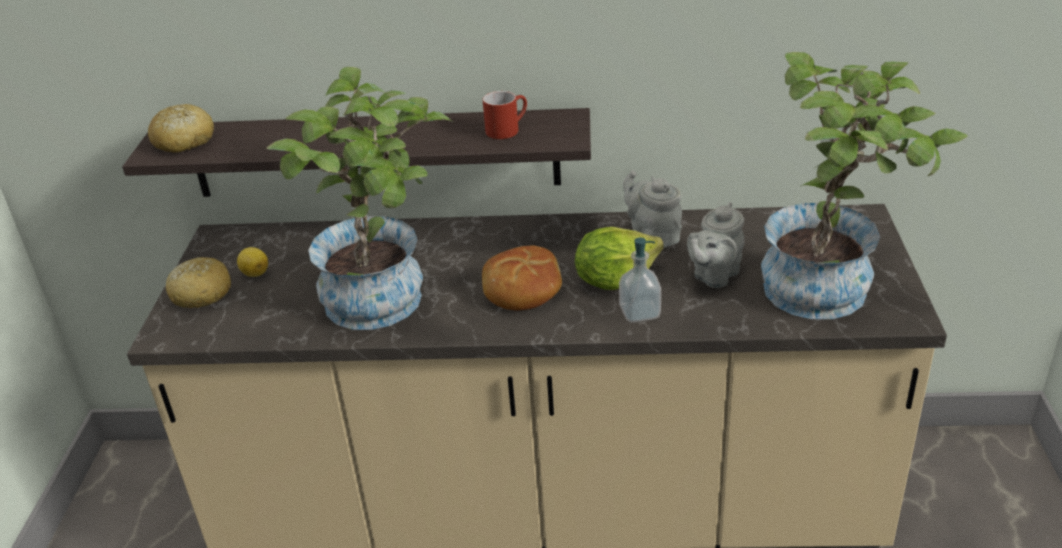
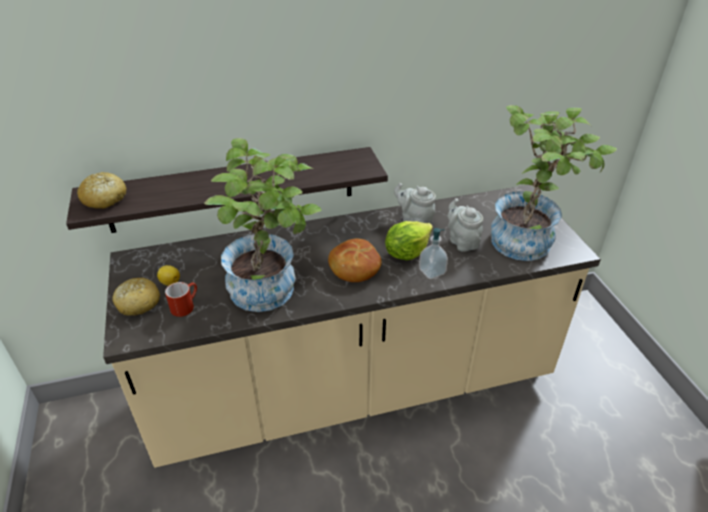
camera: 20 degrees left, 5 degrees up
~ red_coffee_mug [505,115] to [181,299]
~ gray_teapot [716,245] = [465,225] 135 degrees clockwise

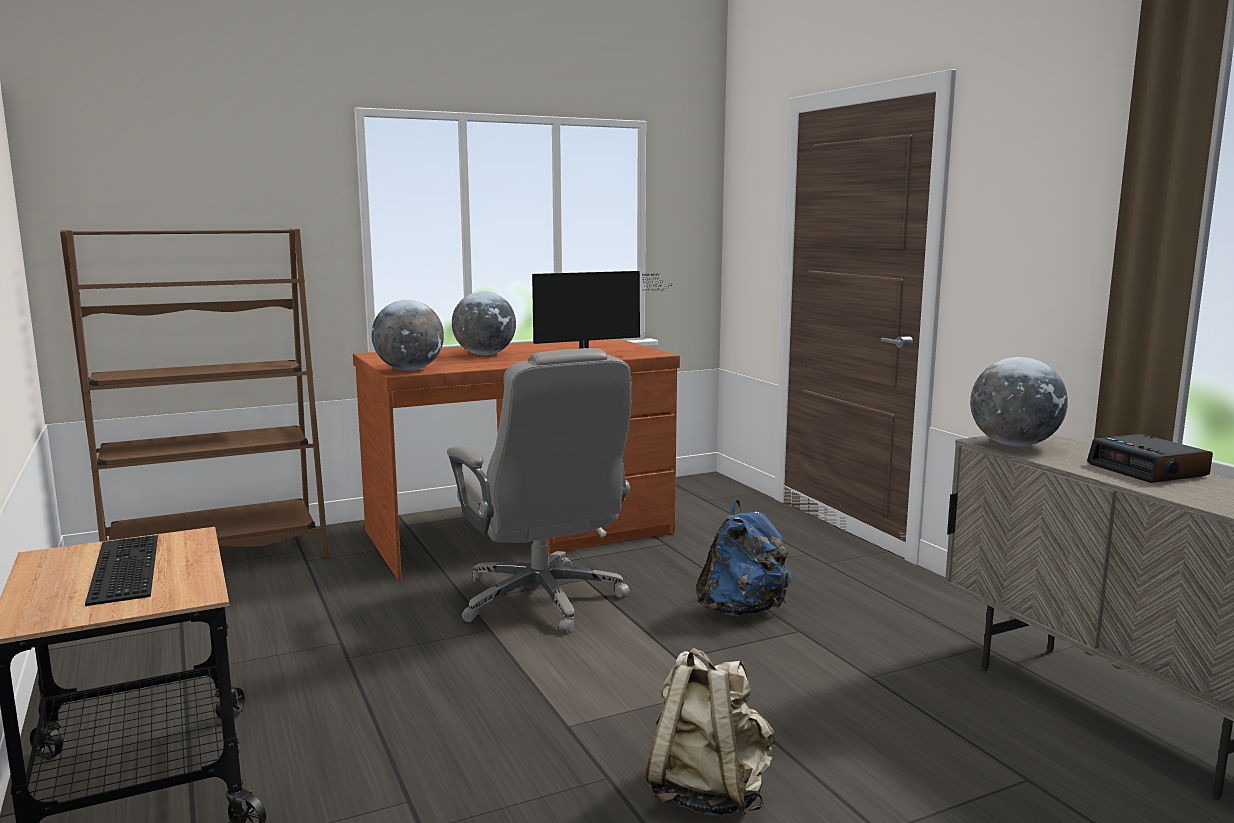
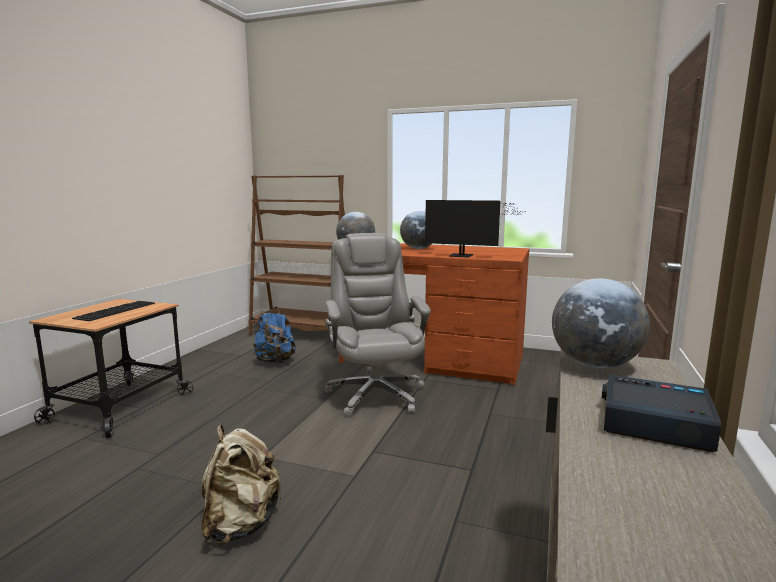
camera: 45 degrees right, 0 degrees up
~ gray_desk_chair [539,490] = [377,325] 150 degrees clockwise
~ bluish_rucksack [744,558] to [274,335]
~ bedside_clock [1150,458] = [661,413] 90 degrees clockwise

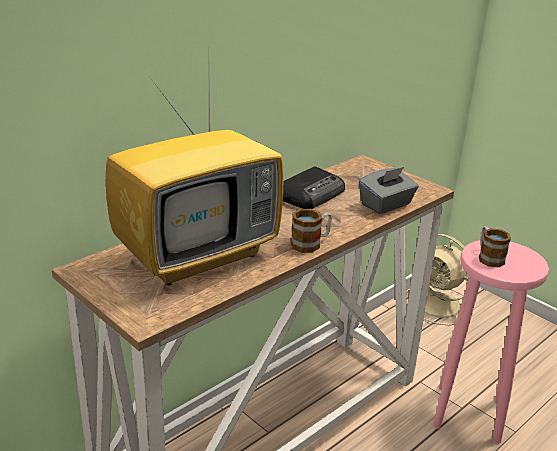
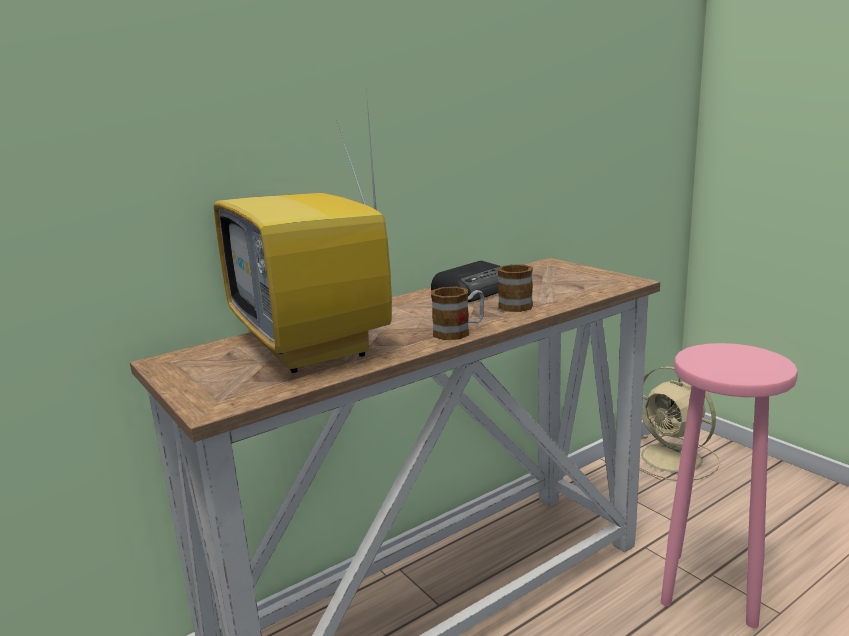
camera: 10 degrees right, 10 degrees down
~ television [194,183] = [303,231] 90 degrees clockwise
- gray_tissue_holder [389,190]
~ coffee_mug [495,247] to [515,288]

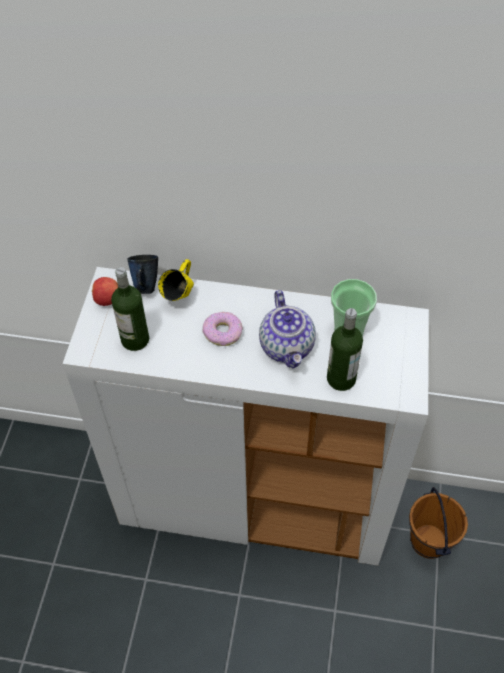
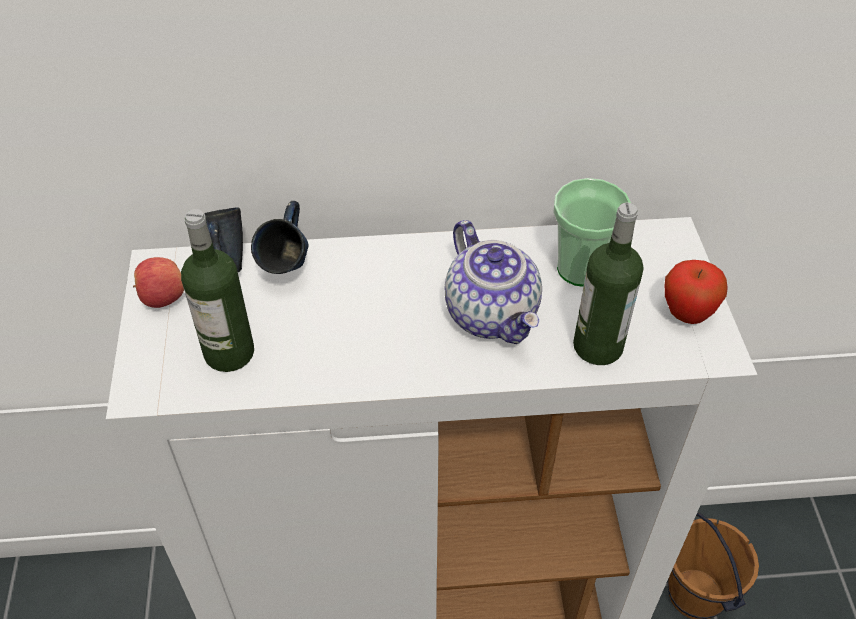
camera: 15 degrees left, 5 degrees down
~ yellow_coffee_mug [176,280] to bluish_coffee_mug [279,237]
- doughnut [223,329]
+ apple_fruit [696,292]

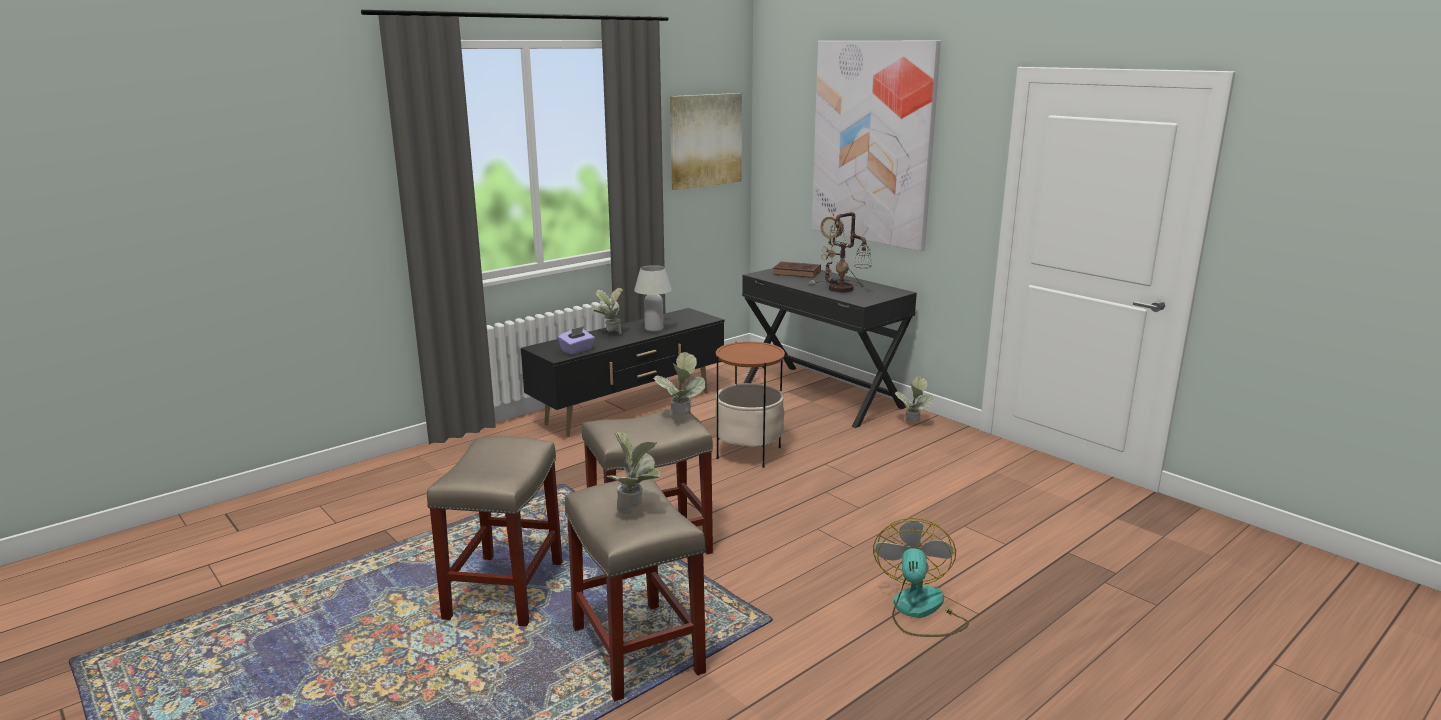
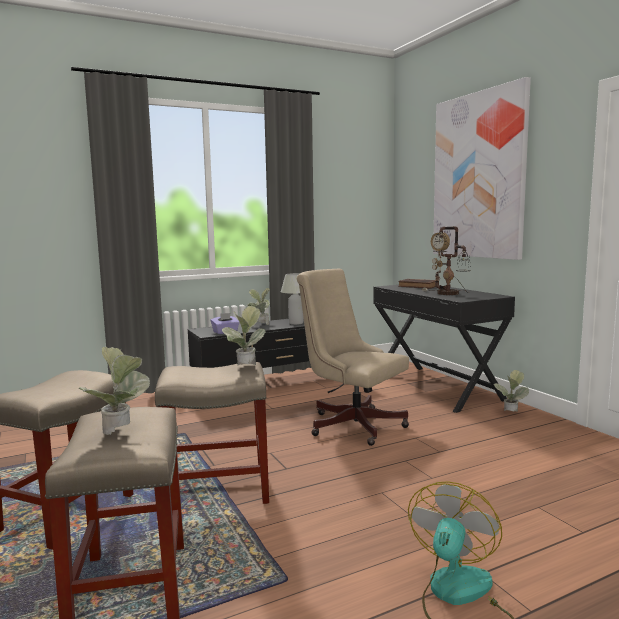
camera: 15 degrees right, 10 degrees down
- wall_picture [706,141]
~ side_table [750,405] to beige_desk_chair [353,357]

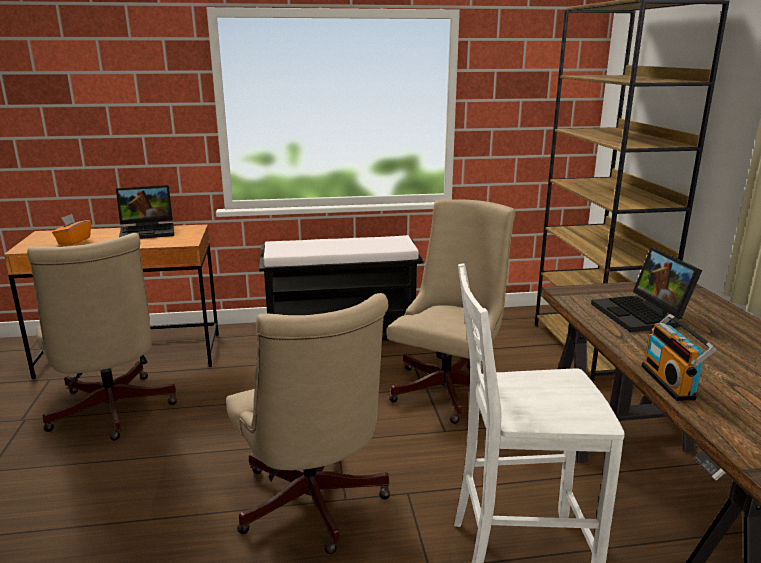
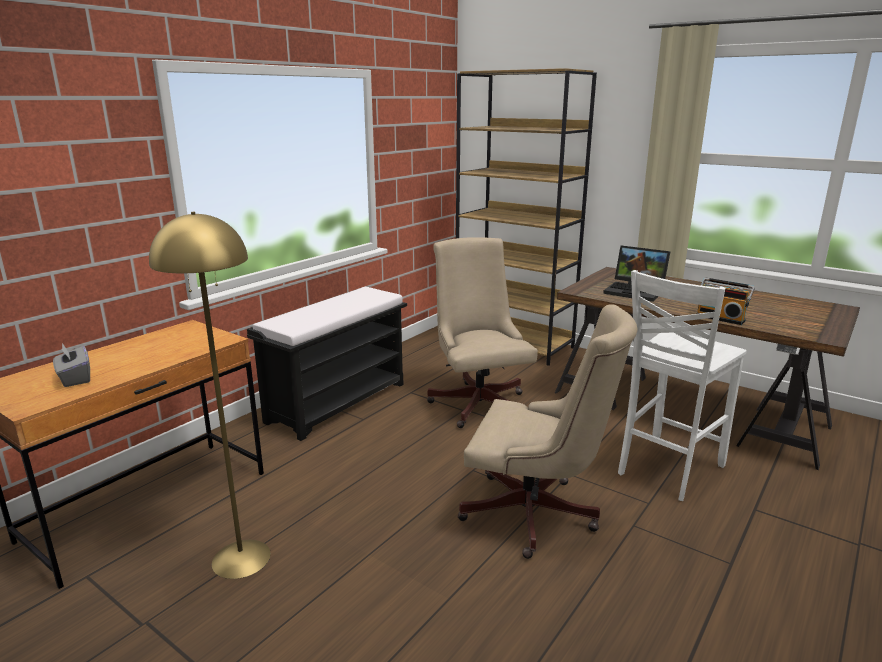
camera: 45 degrees left, 0 degrees up
~ beige_desk_chair [102,336] to yellow_floor_lamp [210,395]
~ orangey_tissue_holder [71,229] to gray_tissue_holder [71,365]
- notebook_computer [145,212]

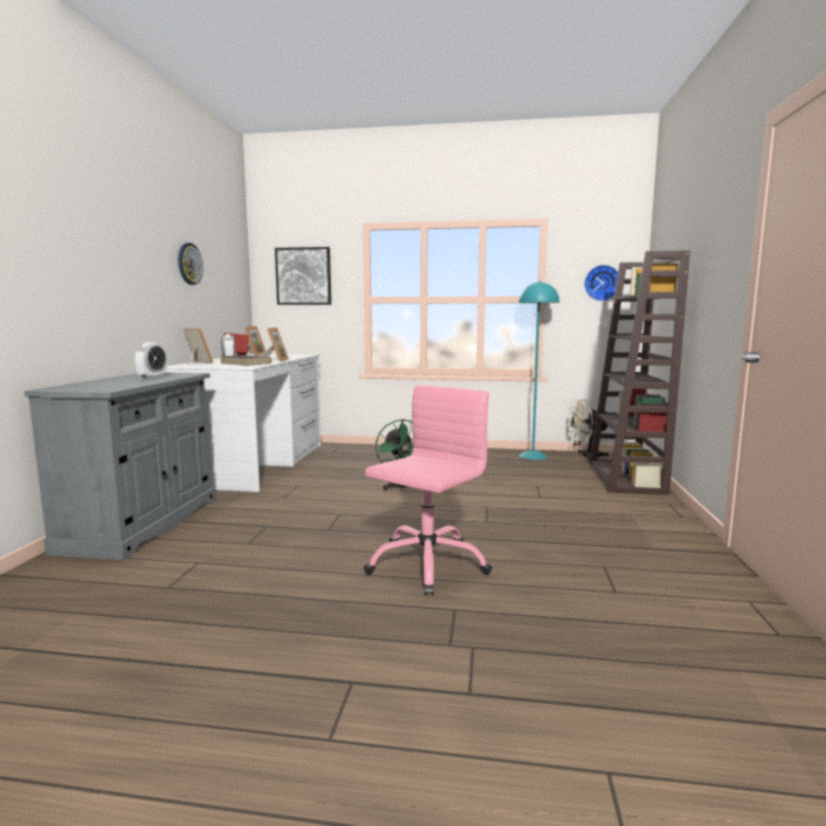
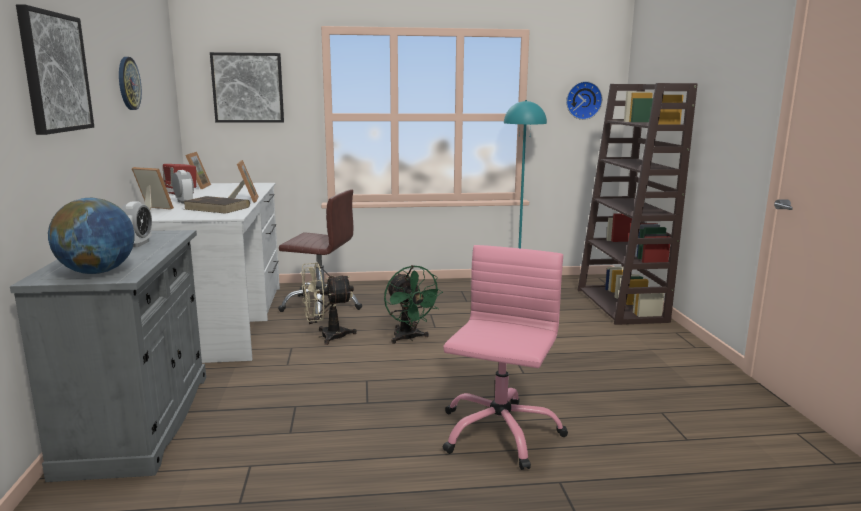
camera: 15 degrees left, 5 degrees up
~ beige_cooling_fan [588,429] to [329,303]
+ wall_picture [55,69]
+ globe [91,236]
+ brown-coloured_desk_chair [320,254]

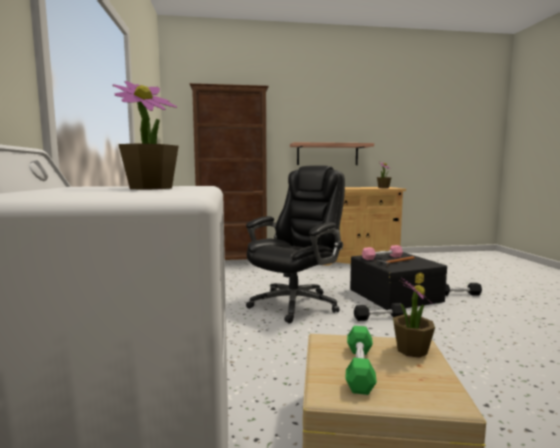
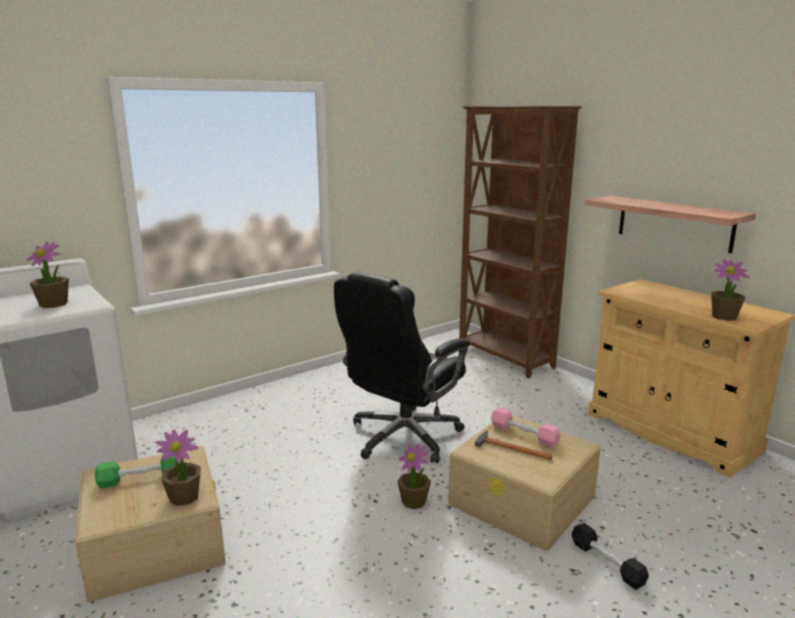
camera: 60 degrees right, 10 degrees up
~ black_desk_chair [295,244] = [402,368] 120 degrees clockwise
~ black_storage_bin [398,281] to beige_storage_bin [524,483]
~ black_free_weight [380,312] to plant_in_a_pot [414,476]

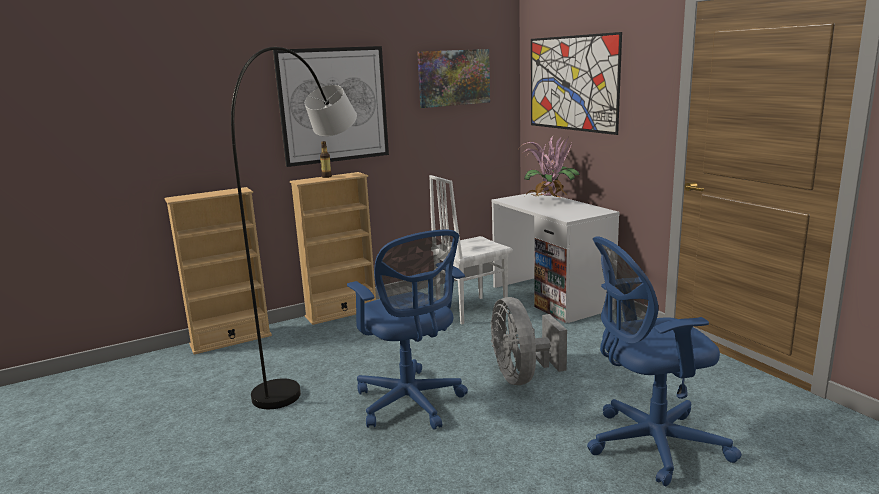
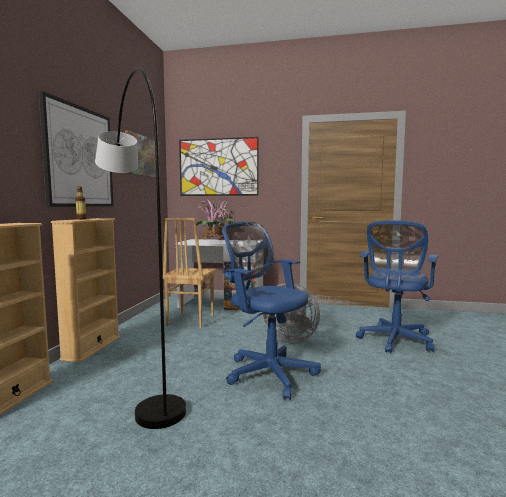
camera: 50 degrees left, 10 degrees down
~ bluish_desk_chair [407,330] = [271,311] 150 degrees counterclockwise
~ whitish_upright_chair [471,250] to brown-coloured_upright_chair [189,273]

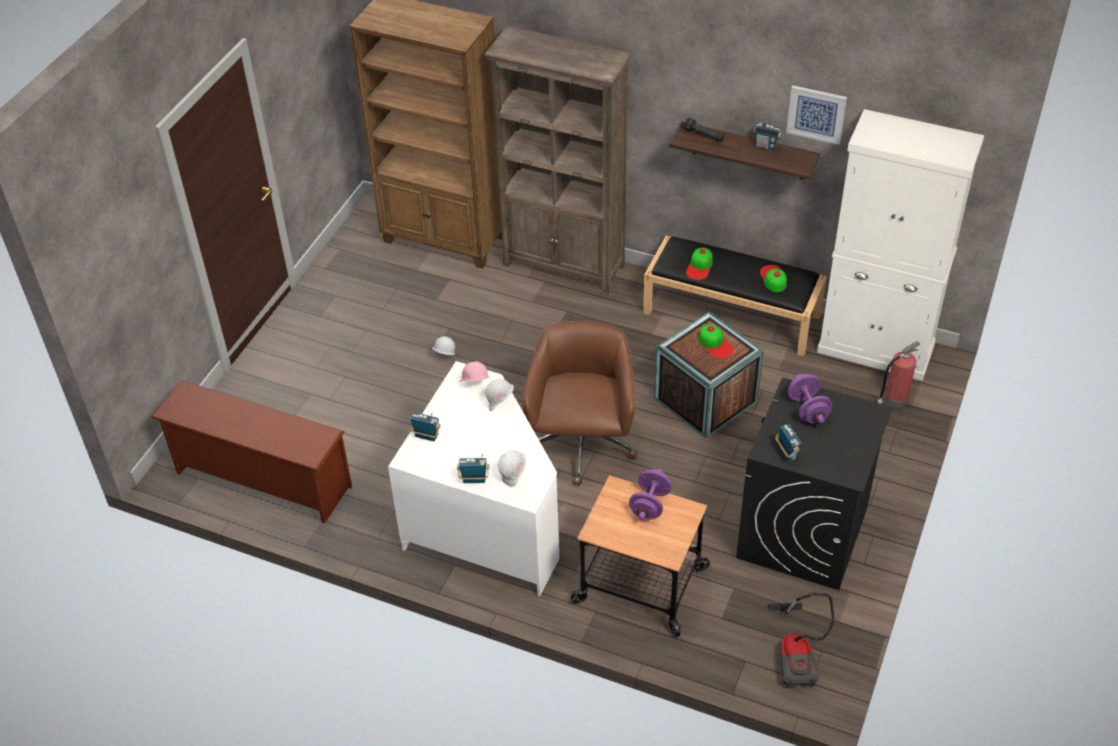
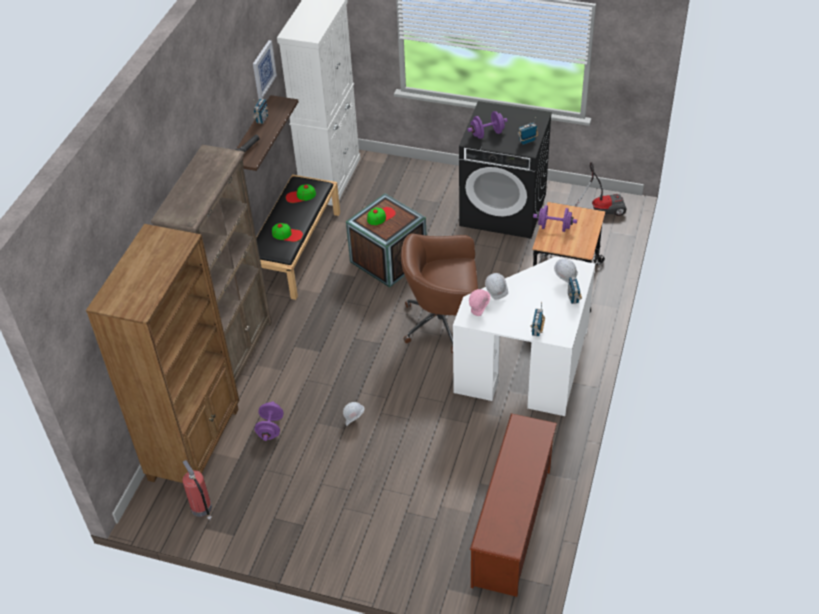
camera: 95 degrees left, 0 degrees up
~ fire-fighting_cylinder [899,374] to [197,490]
+ purple_free_weight [269,421]

